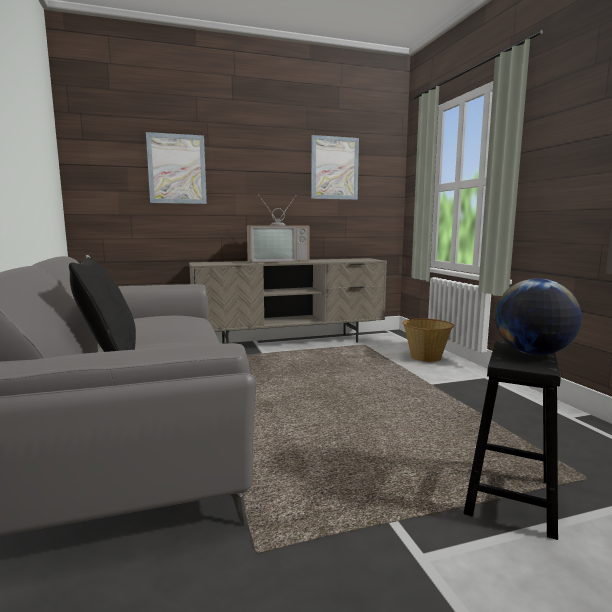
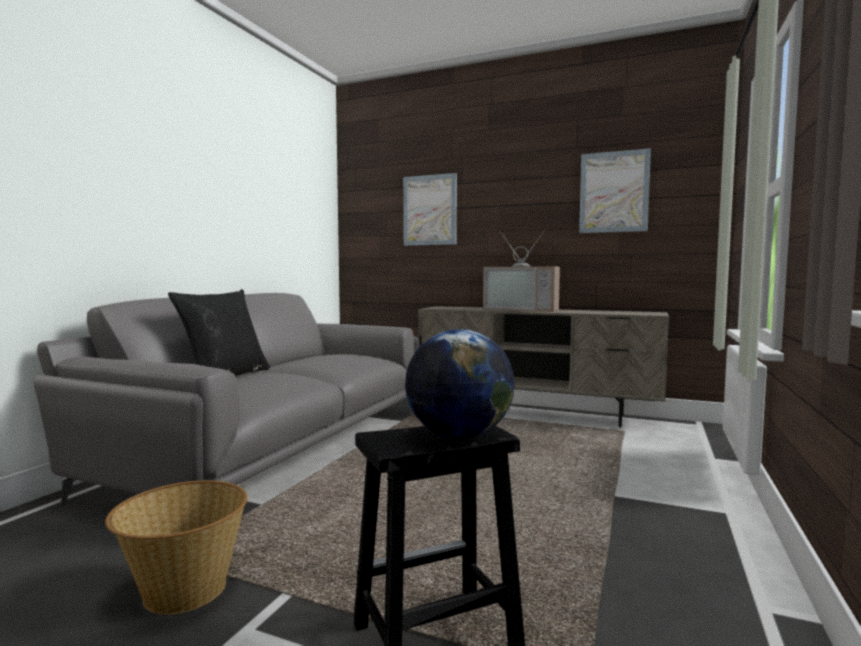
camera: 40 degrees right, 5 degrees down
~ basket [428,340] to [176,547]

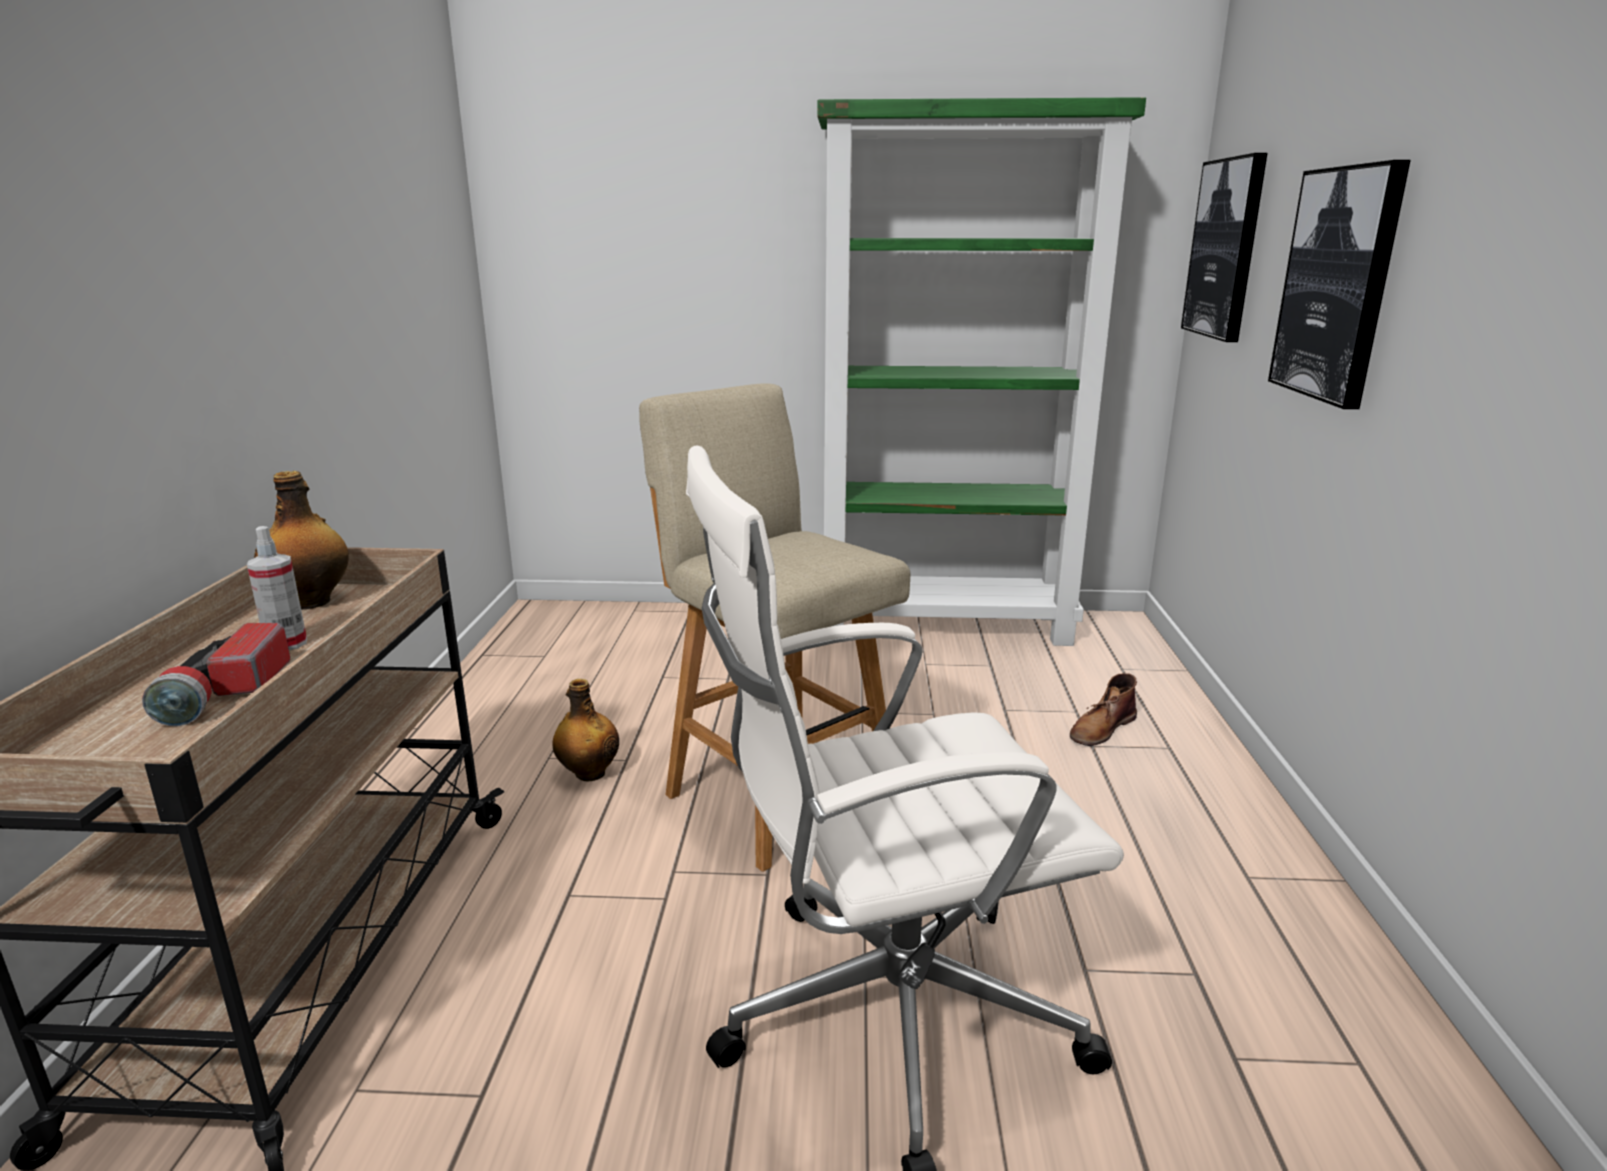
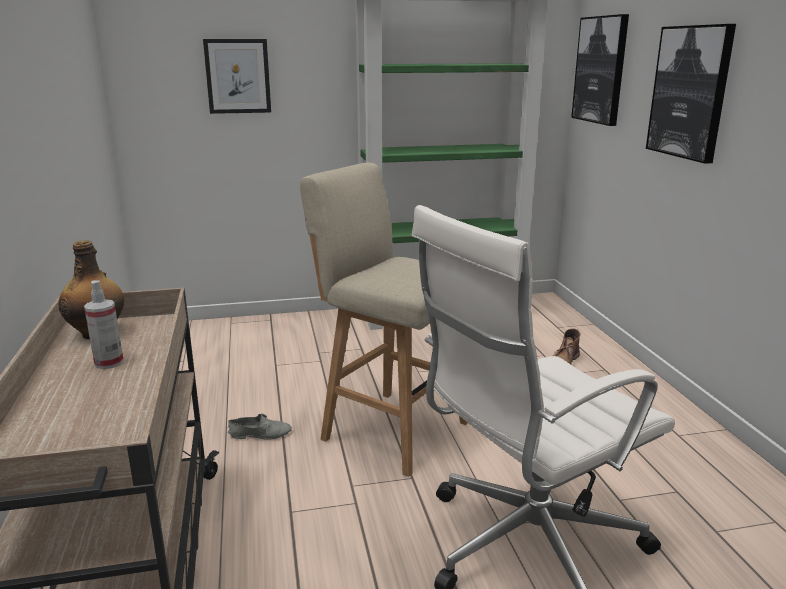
camera: 15 degrees left, 0 degrees up
- flashlight [216,674]
~ bottle [586,730] to gray_item_of_footwear [260,426]
+ wall_picture [237,76]

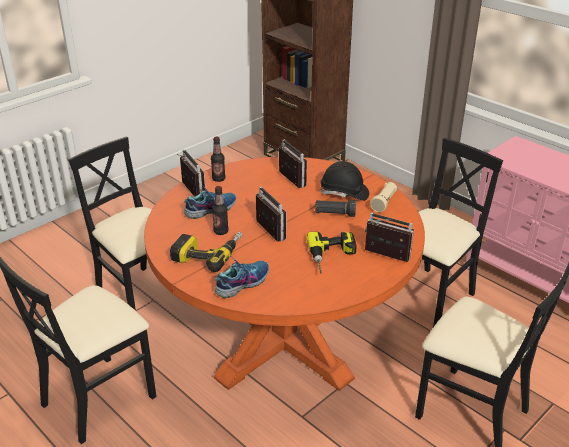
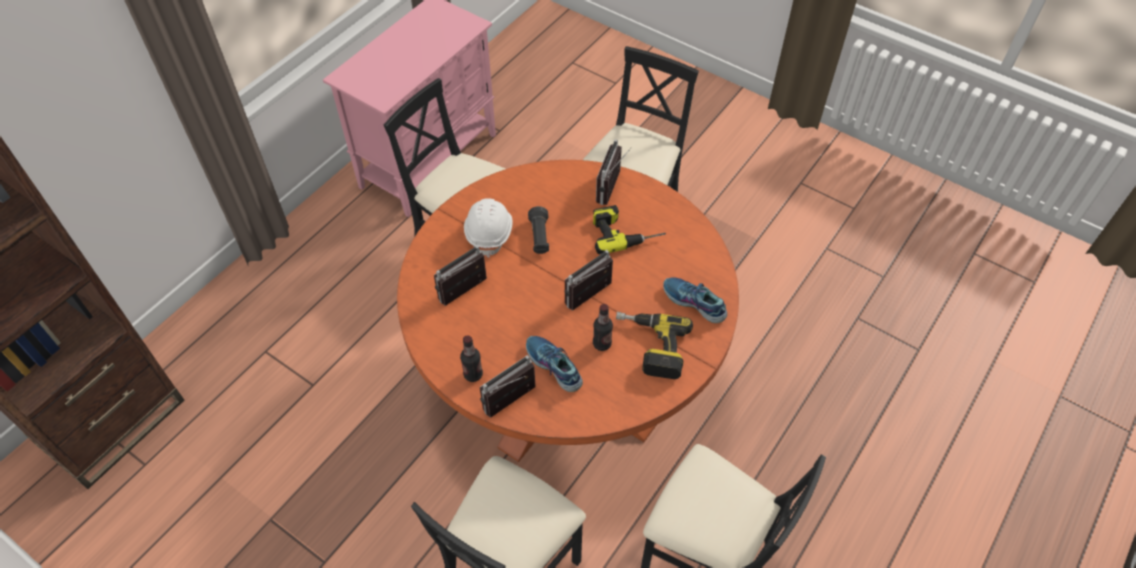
camera: 100 degrees left, 20 degrees up
~ black_safety_helmet [344,181] to whitish_safety_helmet [488,228]
- beige_flashlight [383,197]

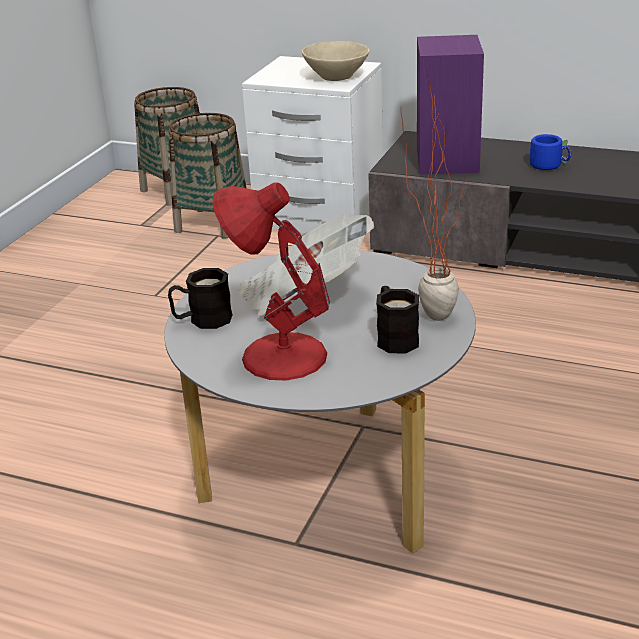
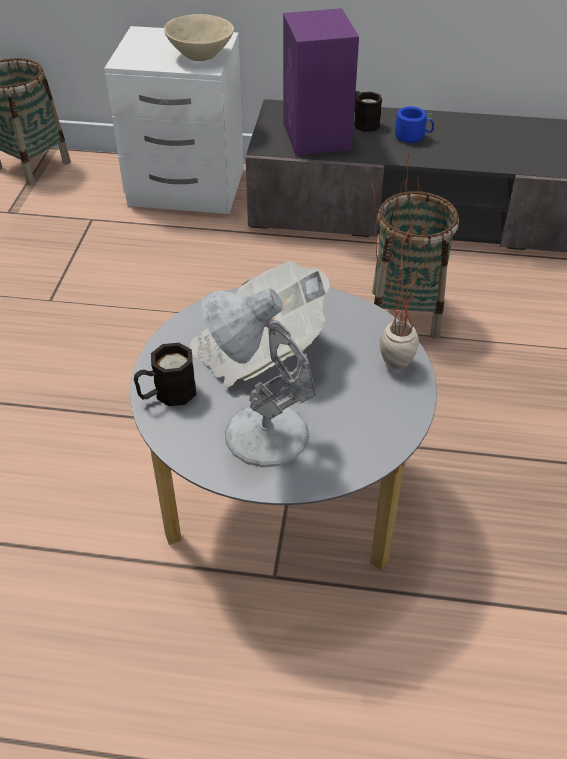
camera: 15 degrees left, 15 degrees up
~ basket [207,176] to [415,264]
~ red_table_lamp [271,281] to whitish_table_lamp [258,377]
~ black_coffee_mug [397,319] to [368,111]

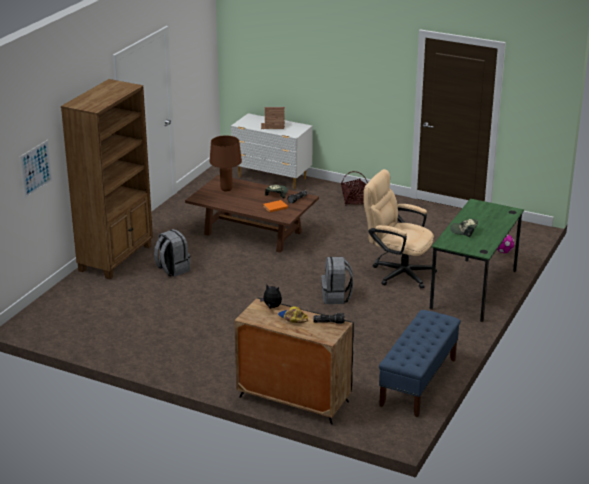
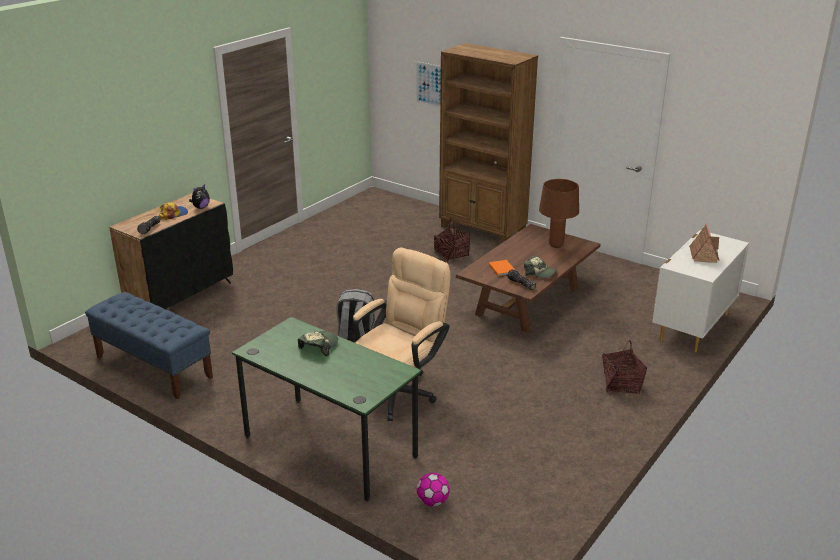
camera: 100 degrees right, 0 degrees up
~ gray_rucksack [172,253] to basket [452,240]

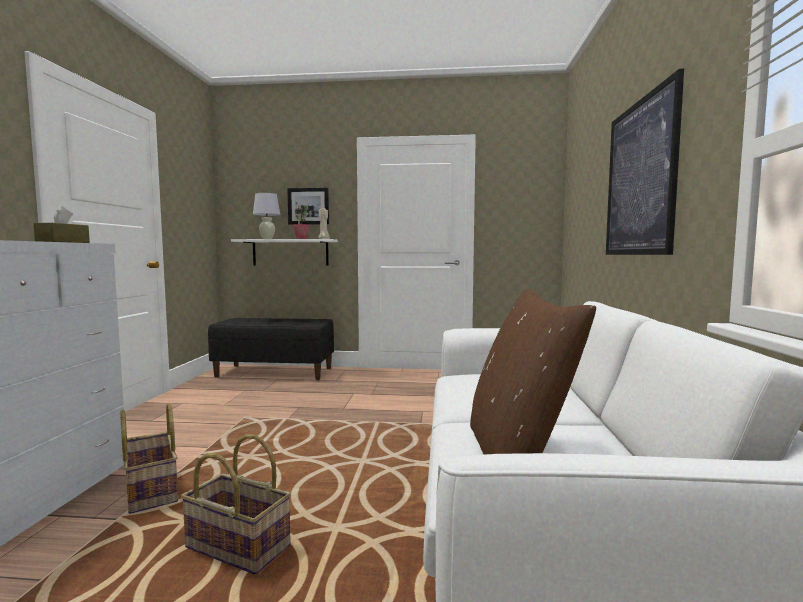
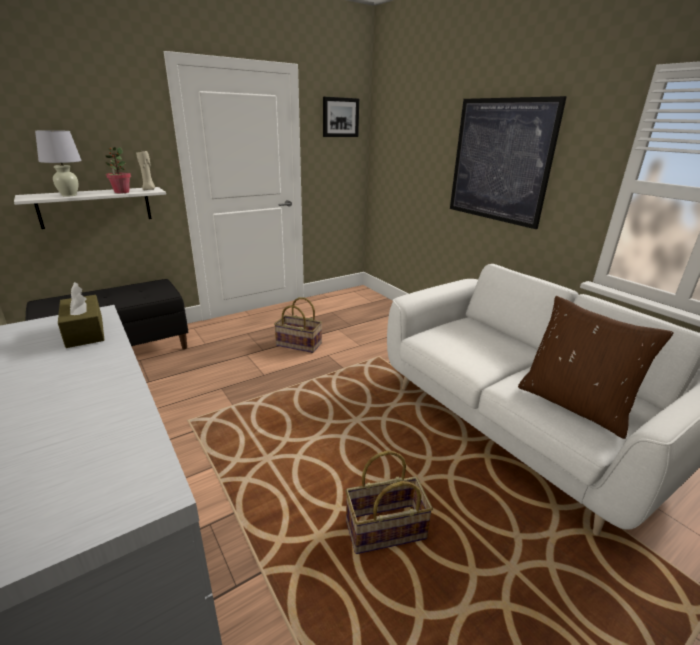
camera: 40 degrees left, 20 degrees up
~ basket [149,458] to [298,325]
~ wall_picture [308,206] to [341,117]

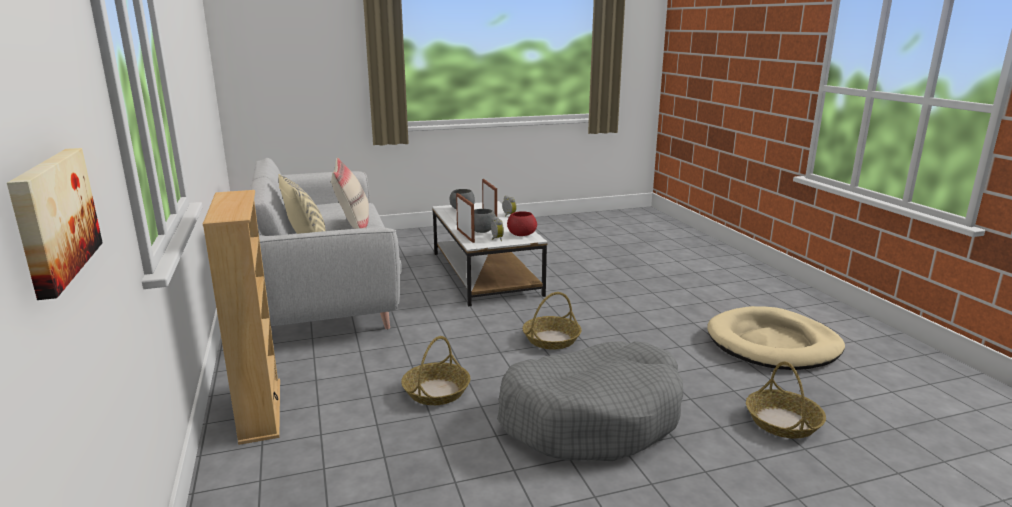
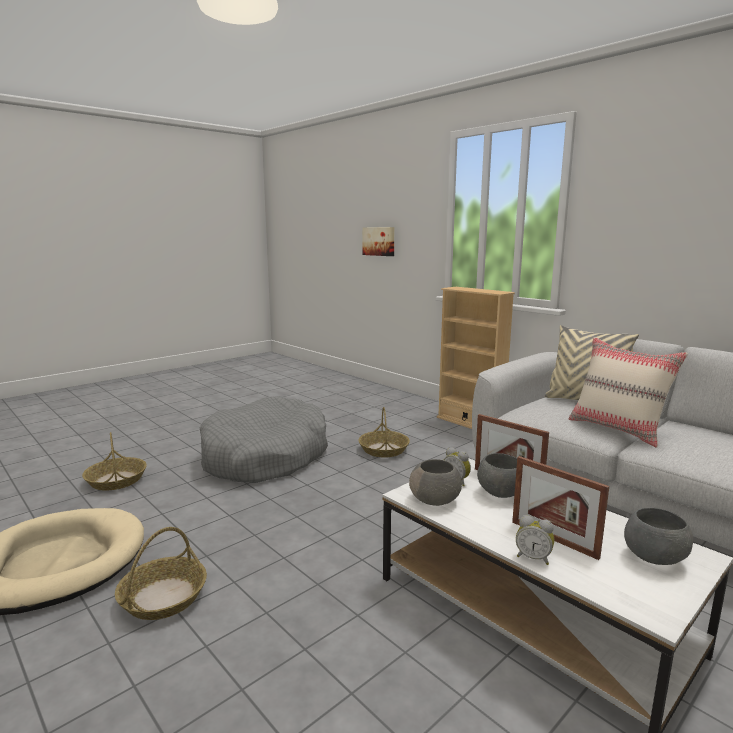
camera: 155 degrees right, 5 degrees down
~ red_serving_bowl [522,223] to gray_serving_bowl [435,482]
~ basket [552,321] to [161,573]

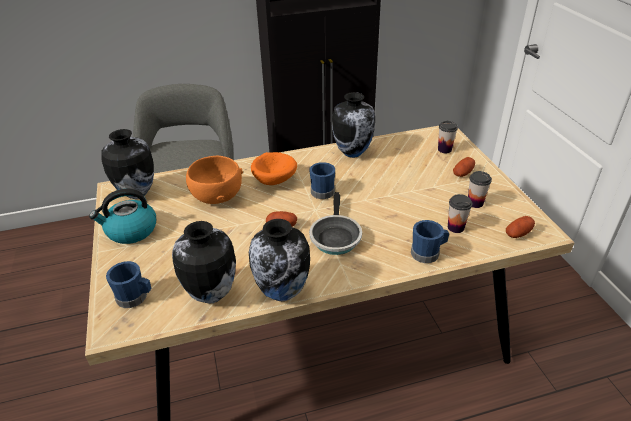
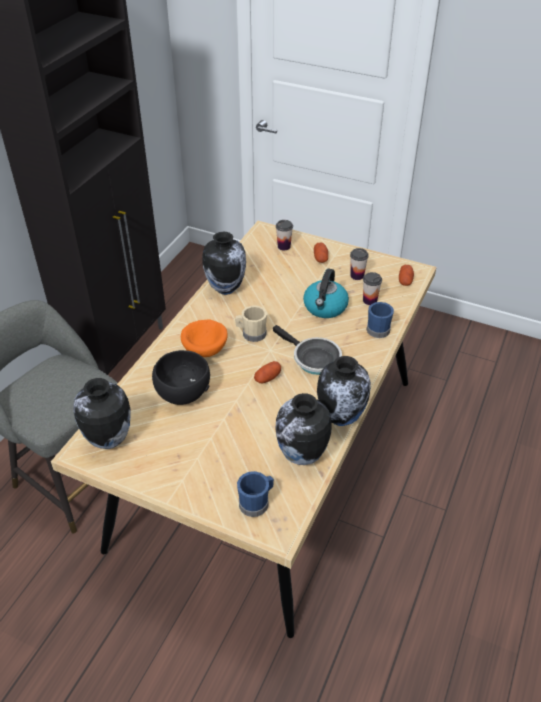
camera: 50 degrees left, 5 degrees up
~ kettle [122,216] to [326,293]
~ orangey_serving_bowl [214,180] to black_serving_bowl [181,377]
~ bluish_coffee_mug [322,180] to beige_coffee_mug [251,323]

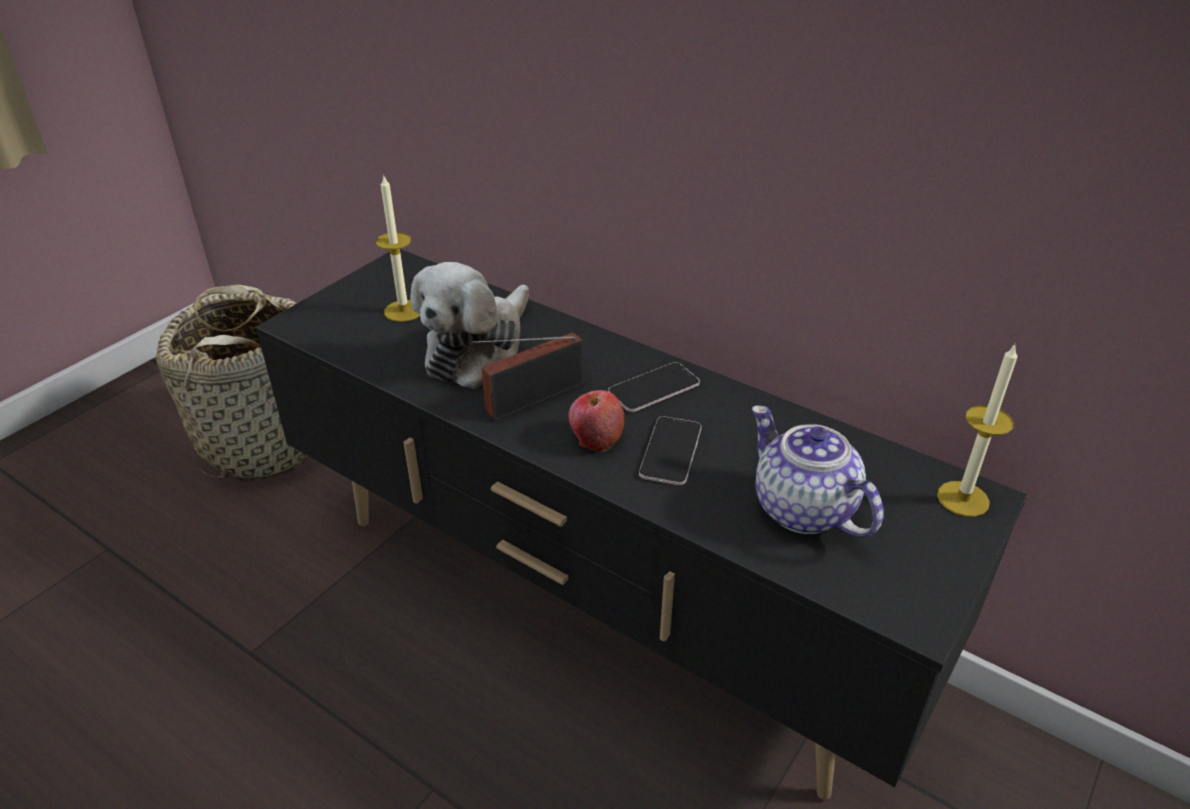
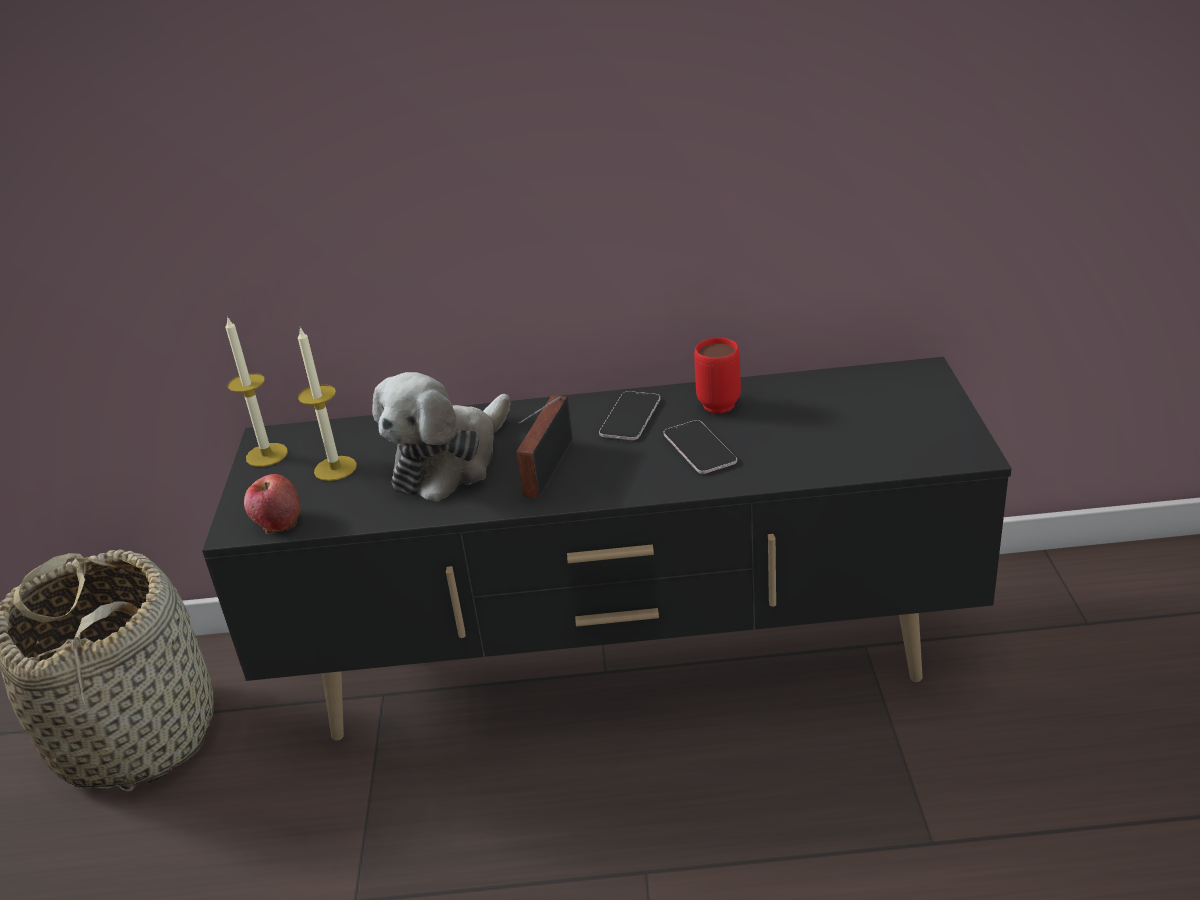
camera: 35 degrees left, 5 degrees down
~ plush_toy [469,325] = [441,437] 45 degrees clockwise
~ apple_fruit [596,421] to [272,504]
- teapot [818,471]
~ wax_candle [977,430] to [256,391]
+ red_coffee_mug [717,376]

